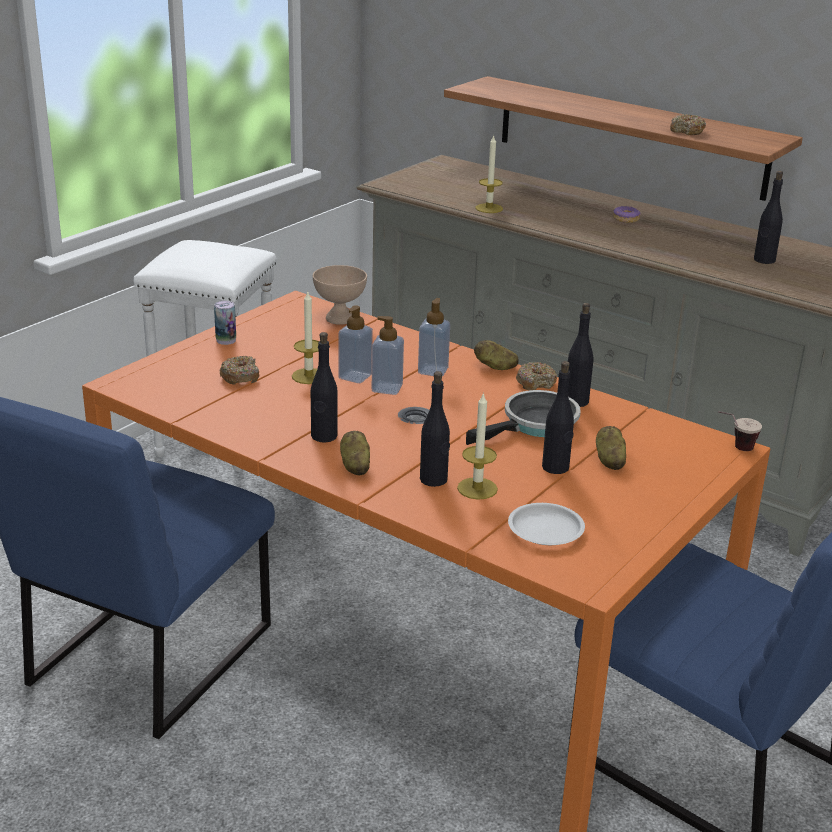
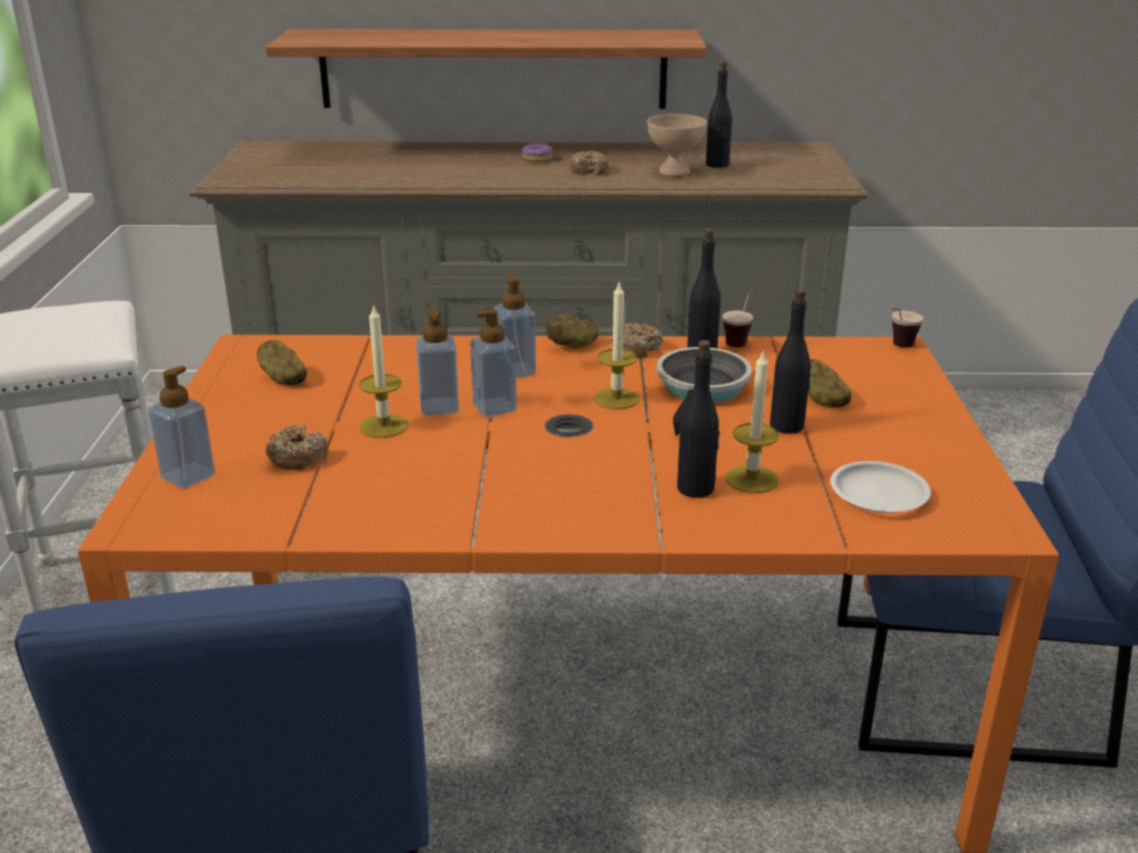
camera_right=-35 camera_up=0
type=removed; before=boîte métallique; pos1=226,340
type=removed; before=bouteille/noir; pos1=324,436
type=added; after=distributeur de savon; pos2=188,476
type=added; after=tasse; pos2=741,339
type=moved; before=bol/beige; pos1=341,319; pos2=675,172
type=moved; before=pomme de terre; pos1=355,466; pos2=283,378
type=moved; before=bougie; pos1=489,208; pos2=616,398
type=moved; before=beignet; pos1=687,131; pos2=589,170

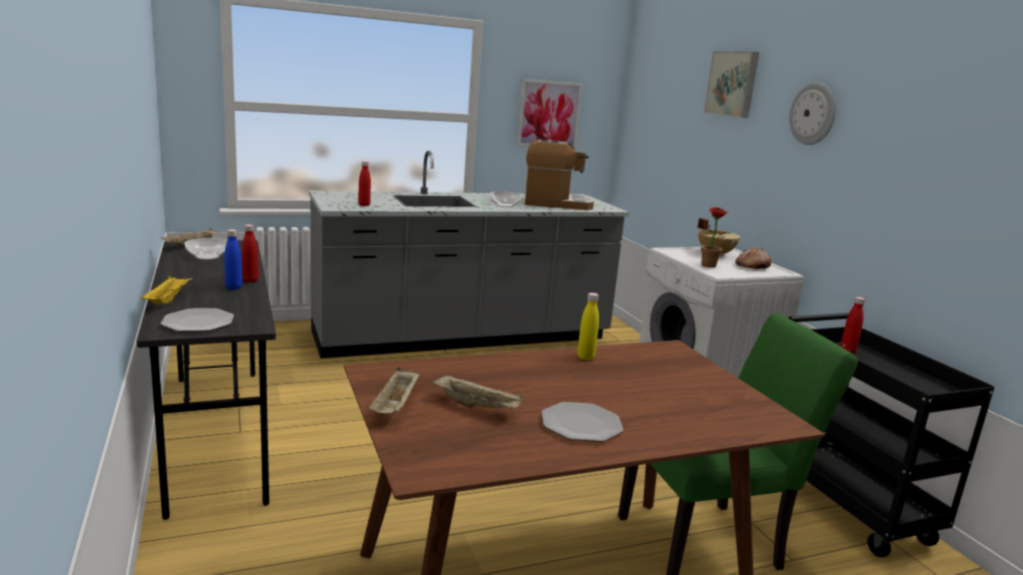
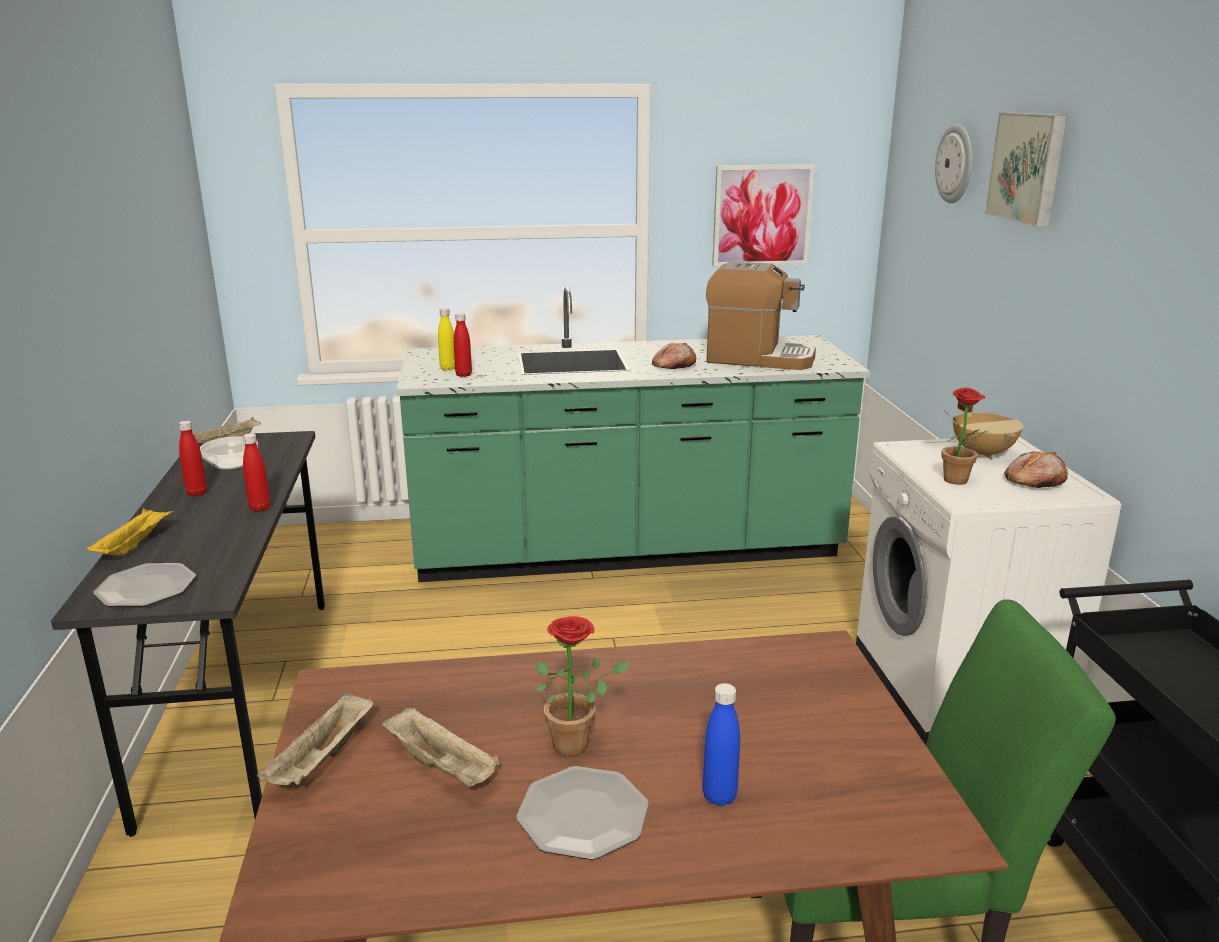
camera_right=15 camera_up=5
type=added; after=plante en pot; pos2=578,743
type=moved; before=bouteille/bleu; pos1=234,287; pos2=719,796
type=moved; before=bouteille/jaune; pos1=585,357; pos2=448,368
type=moved; before=horloge murale; pos1=813,114; pos2=956,163
type=moved; before=bouteille/rouge; pos1=847,352; pos2=197,493
type=replaced; before=bol; after=pain; pos1=504,205; pos2=673,366
type=recoloured; before=comptoir de cuisine/gris; after=comptoir de cuisine/vert; pos1=463,337; pos2=627,550

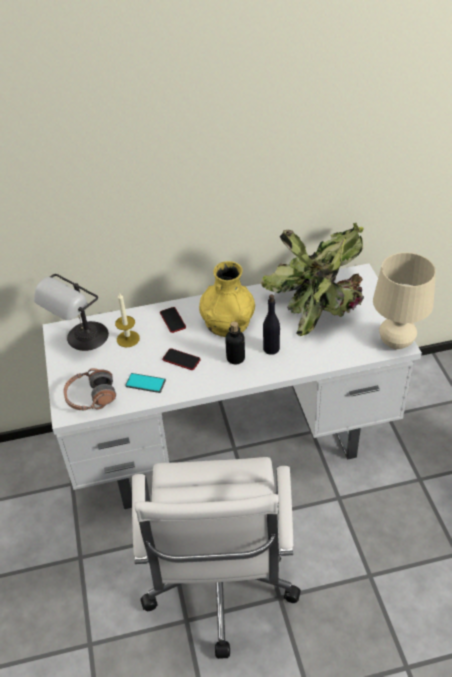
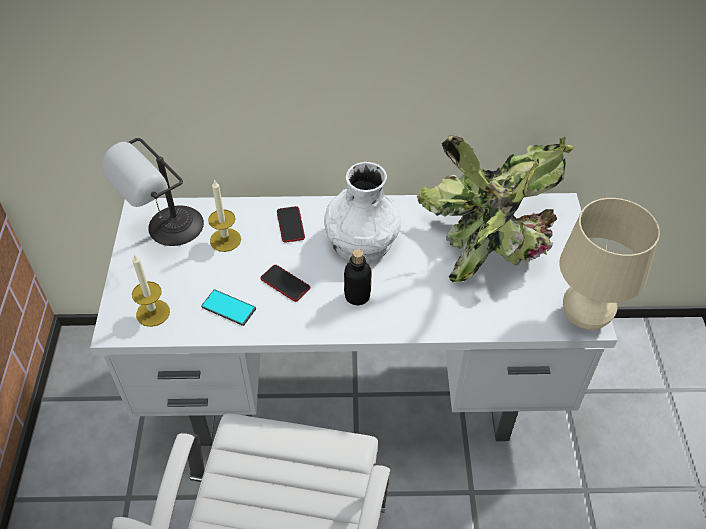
camera_right=10 camera_up=5
type=removed; before=bouteille/noir; pos1=271,348
type=replaced; before=casque audio; after=bougie; pos1=91,397; pos2=153,313
type=recoloured; before=vase/jaune; after=vase/blanc; pos1=227,321; pos2=361,240

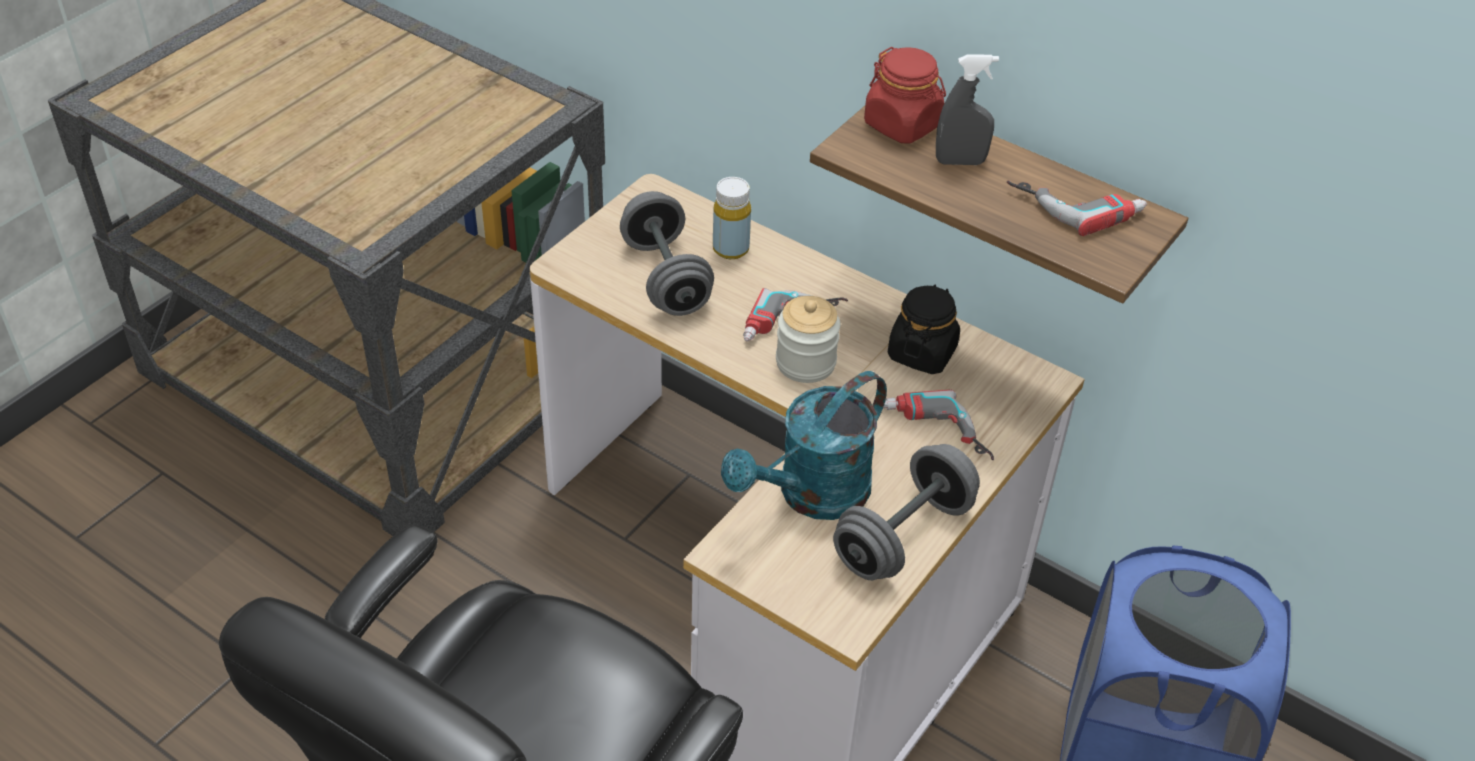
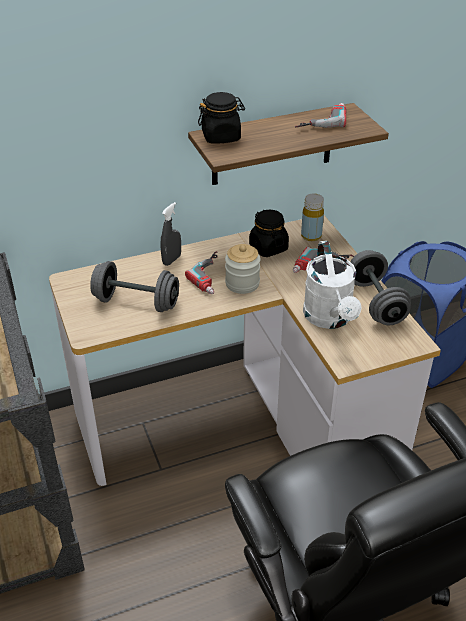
camera_right=-55 camera_up=-5
type=moved; before=bouteille/jaune; pos1=730,249; pos2=311,236
type=moved; before=vaporisateur/gris; pos1=960,161; pos2=172,260
type=recoloured; before=arrosoir/turquoise; after=arrosoir/blanc; pos1=811,495; pos2=330,319
type=recoloured; before=bocal/rouge; after=bocal/noir; pos1=903,125; pos2=221,137

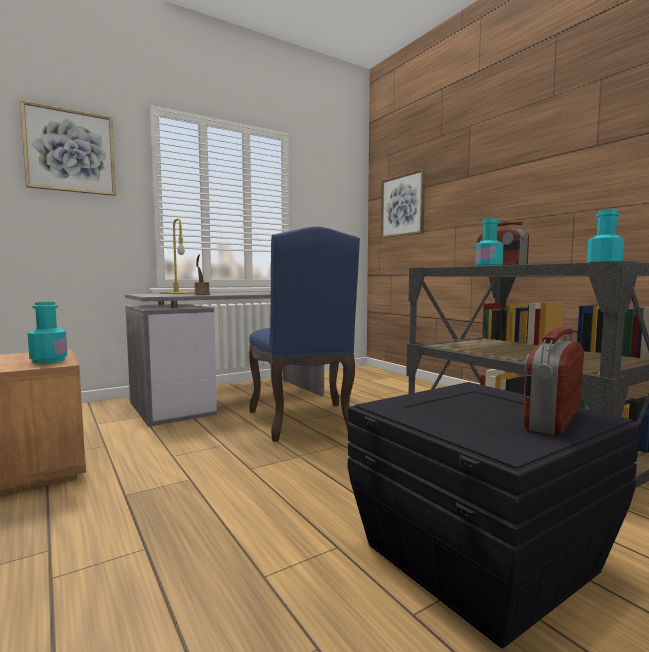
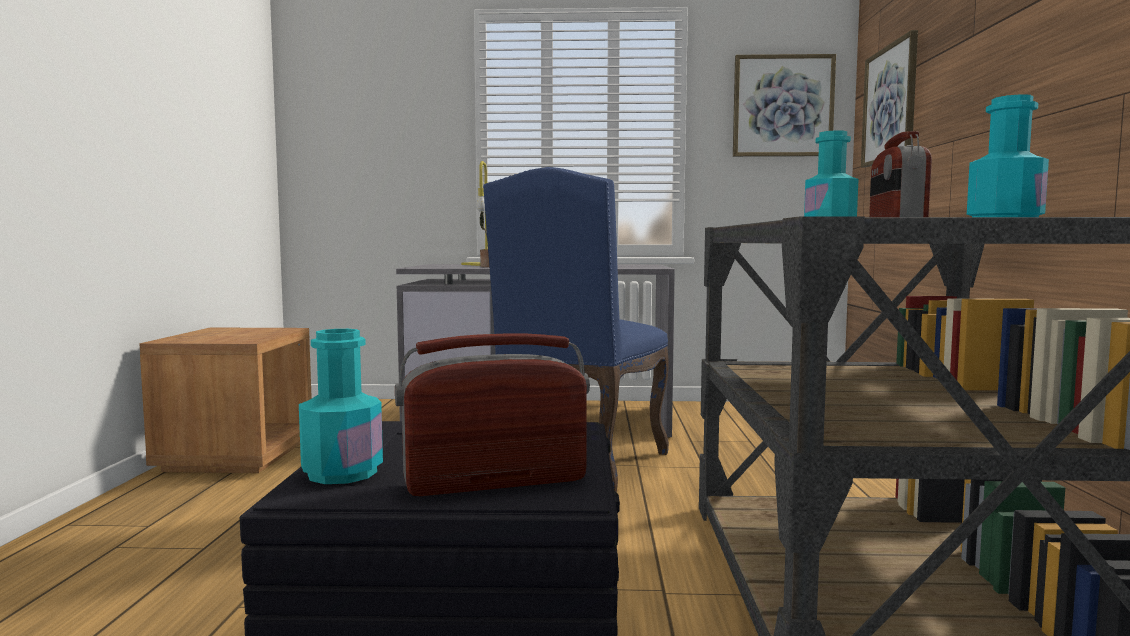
camera_right=35 camera_up=0
type=moved; before=tableau; pos1=70,151; pos2=783,106
type=moved; before=bouteille/turquoise; pos1=49,360; pos2=342,473

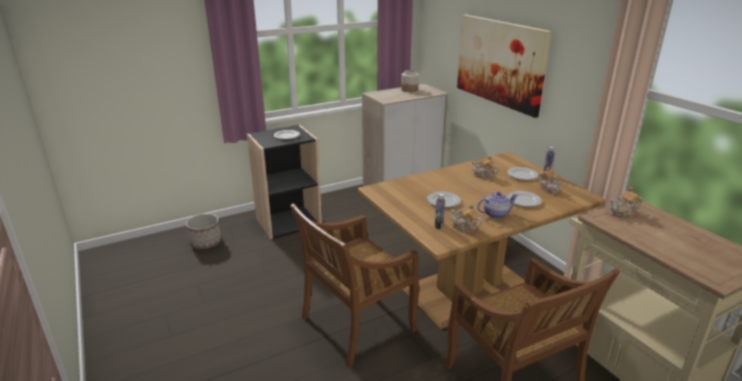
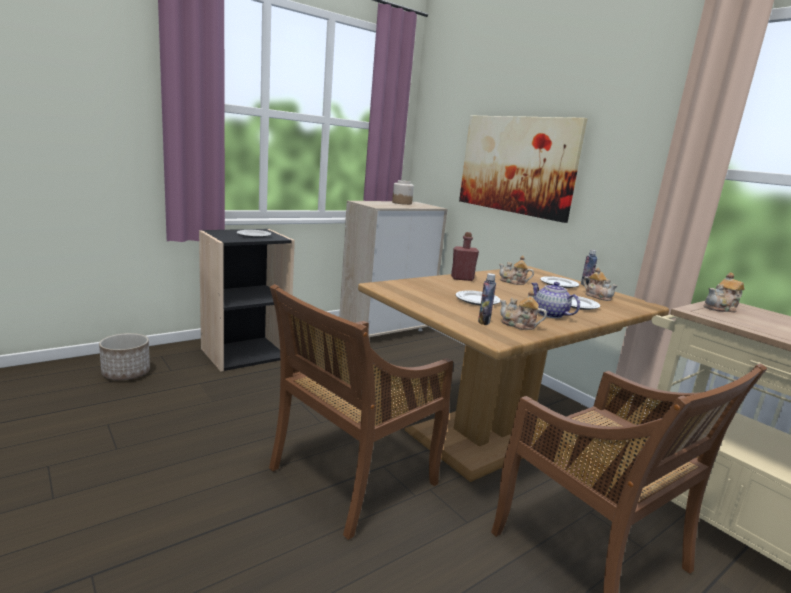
camera_right=-10 camera_up=-10
type=added; after=bouteille/rouge; pos2=462,278
type=turned; before=théière; pos1=495,214; pos2=550,314; turn=-105

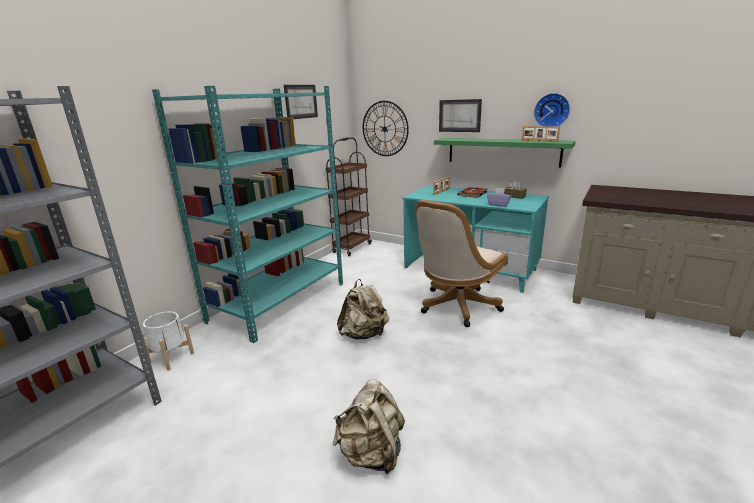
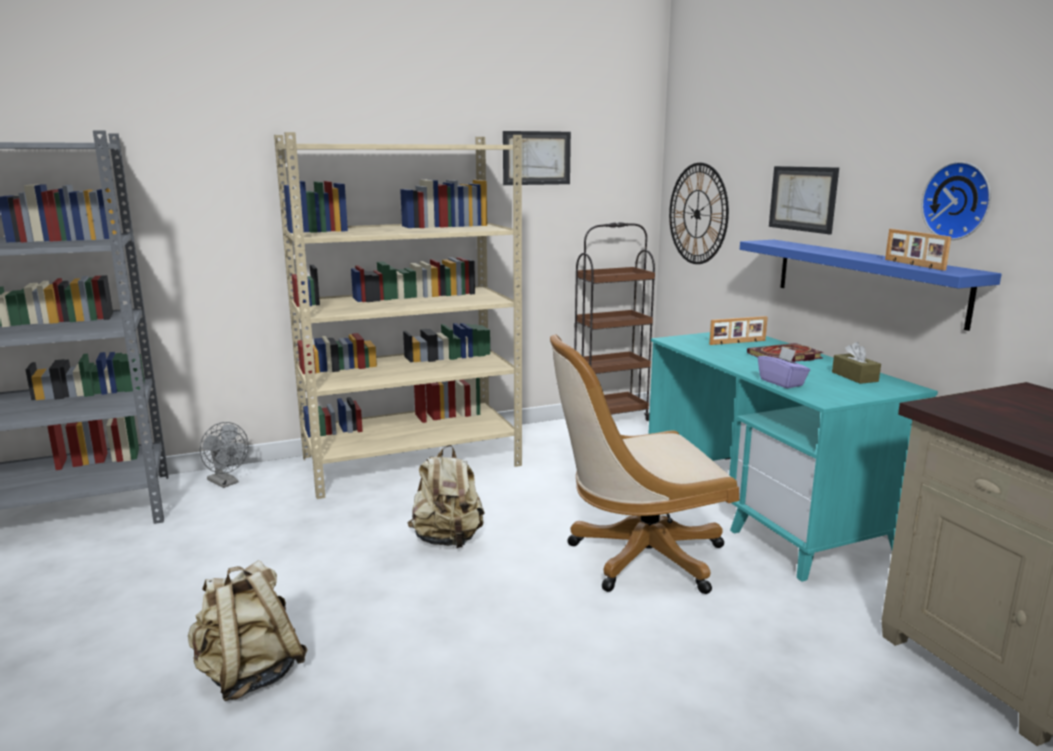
camera_right=35 camera_up=-5
type=replaced; before=cache-pot/blanc; after=ventilateur/gris; pos1=171,358; pos2=226,483
type=recoloured; before=bibliothèque/turquoise; after=bibliothèque/beige; pos1=279,302; pos2=411,461
type=recoloured; before=étagère/vert; after=étagère/bleu; pos1=502,151; pos2=865,280

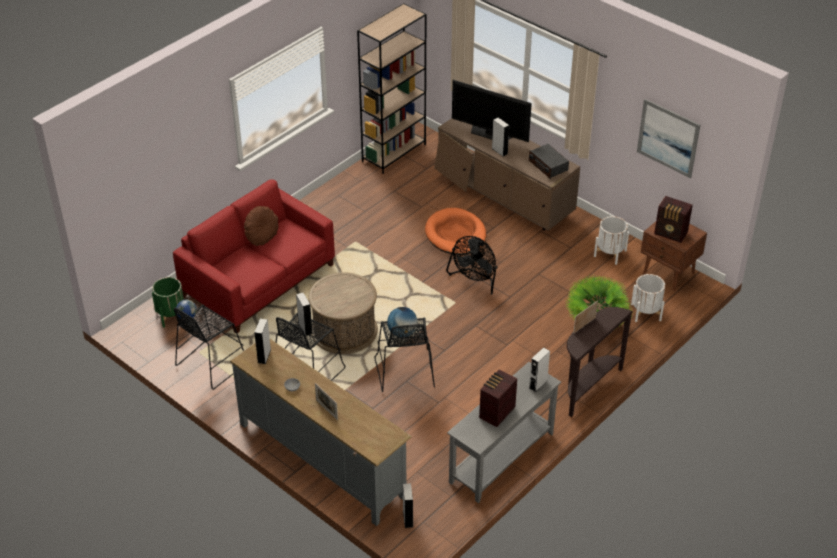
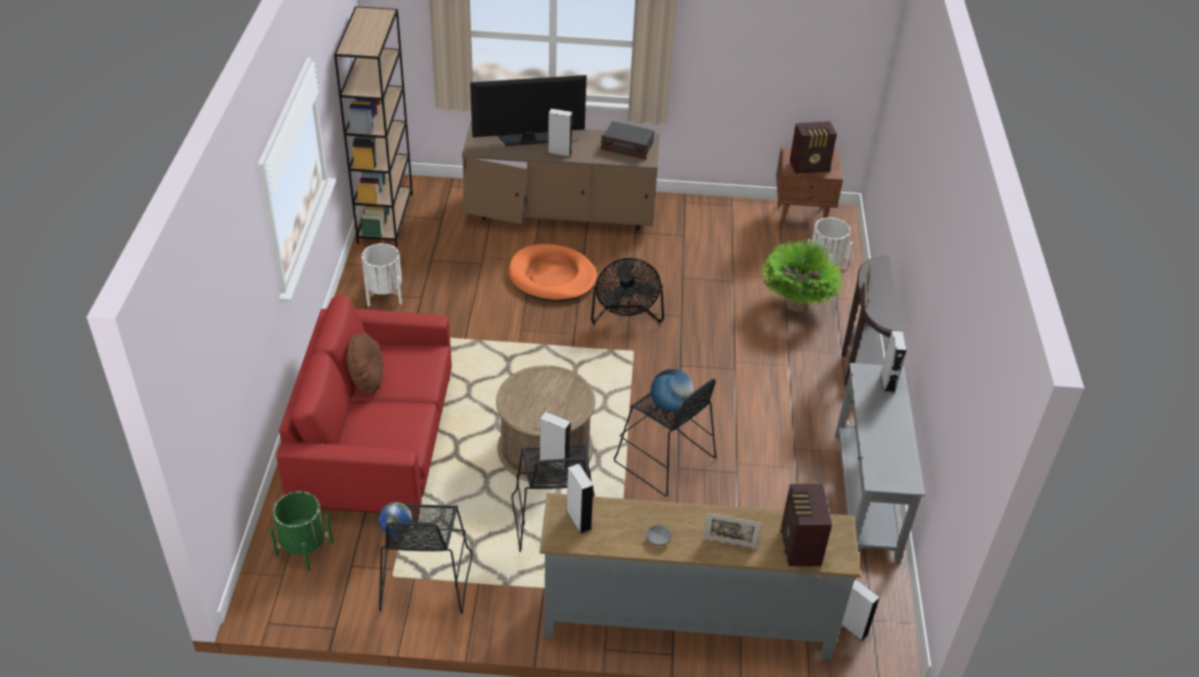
camera_right=-40 camera_up=0
type=removed; before=tableau; pos1=668,138
type=moved; before=radio; pos1=496,413; pos2=799,547
type=moved; before=cache-pot/blanc; pos1=610,253; pos2=384,294

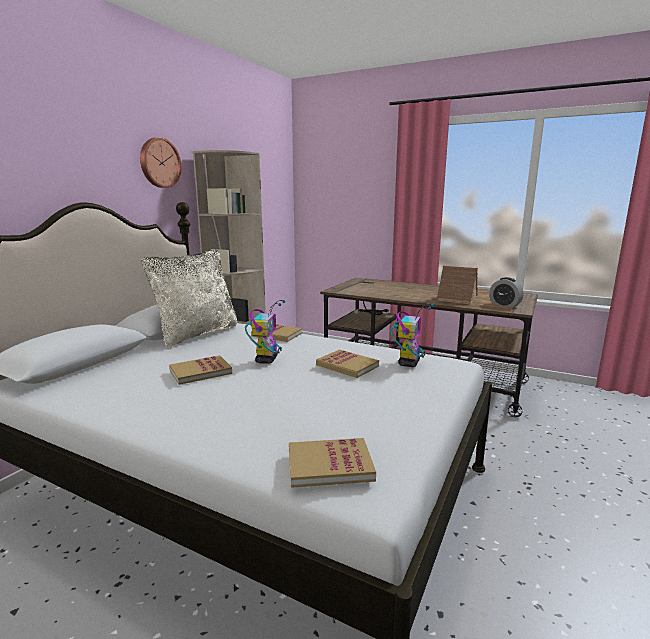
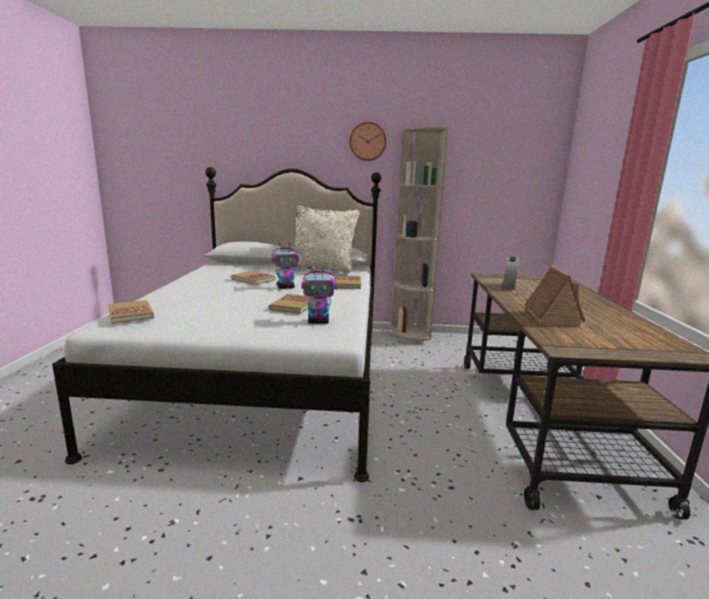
camera_right=65 camera_up=0
type=moved; before=réveil; pos1=504,305; pos2=509,286

